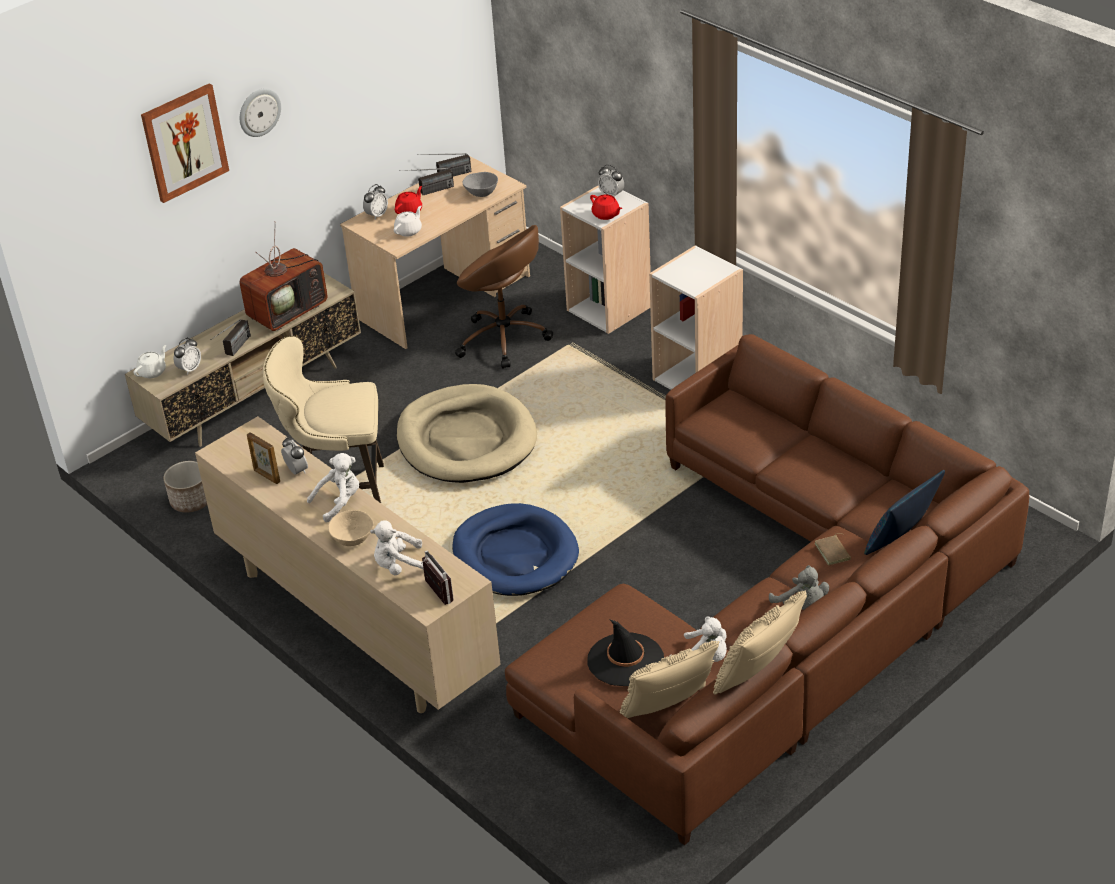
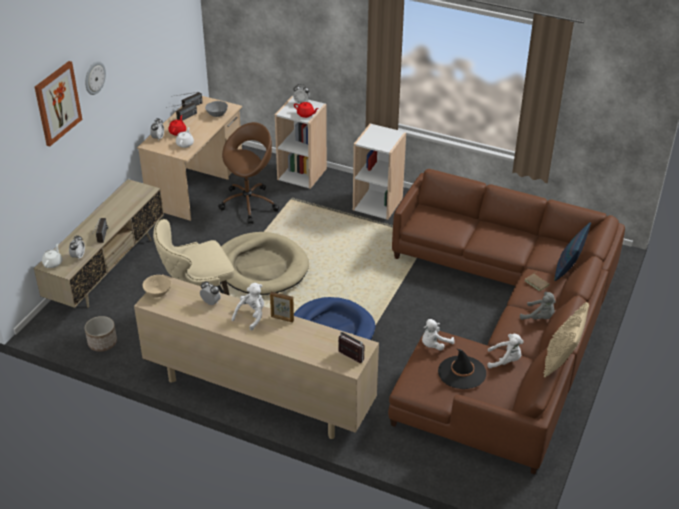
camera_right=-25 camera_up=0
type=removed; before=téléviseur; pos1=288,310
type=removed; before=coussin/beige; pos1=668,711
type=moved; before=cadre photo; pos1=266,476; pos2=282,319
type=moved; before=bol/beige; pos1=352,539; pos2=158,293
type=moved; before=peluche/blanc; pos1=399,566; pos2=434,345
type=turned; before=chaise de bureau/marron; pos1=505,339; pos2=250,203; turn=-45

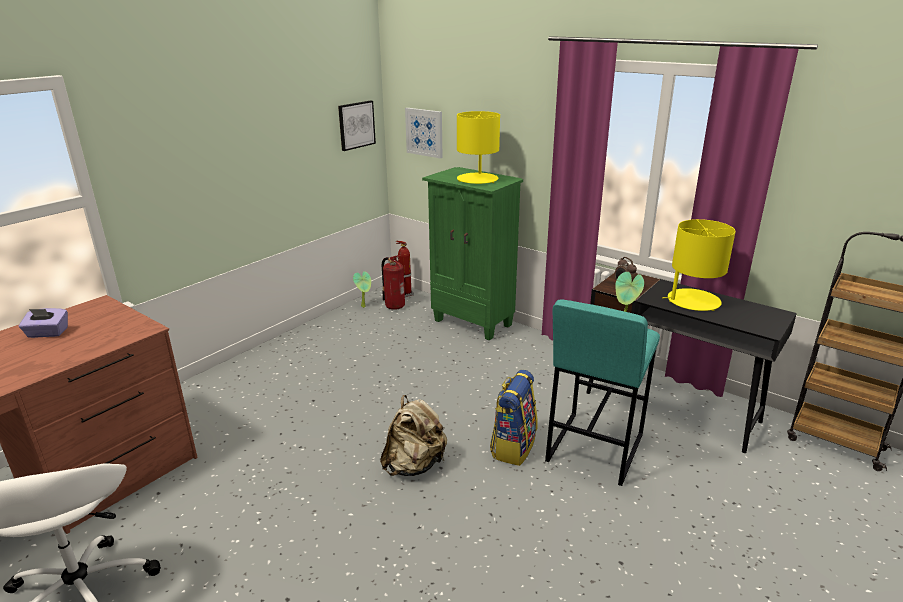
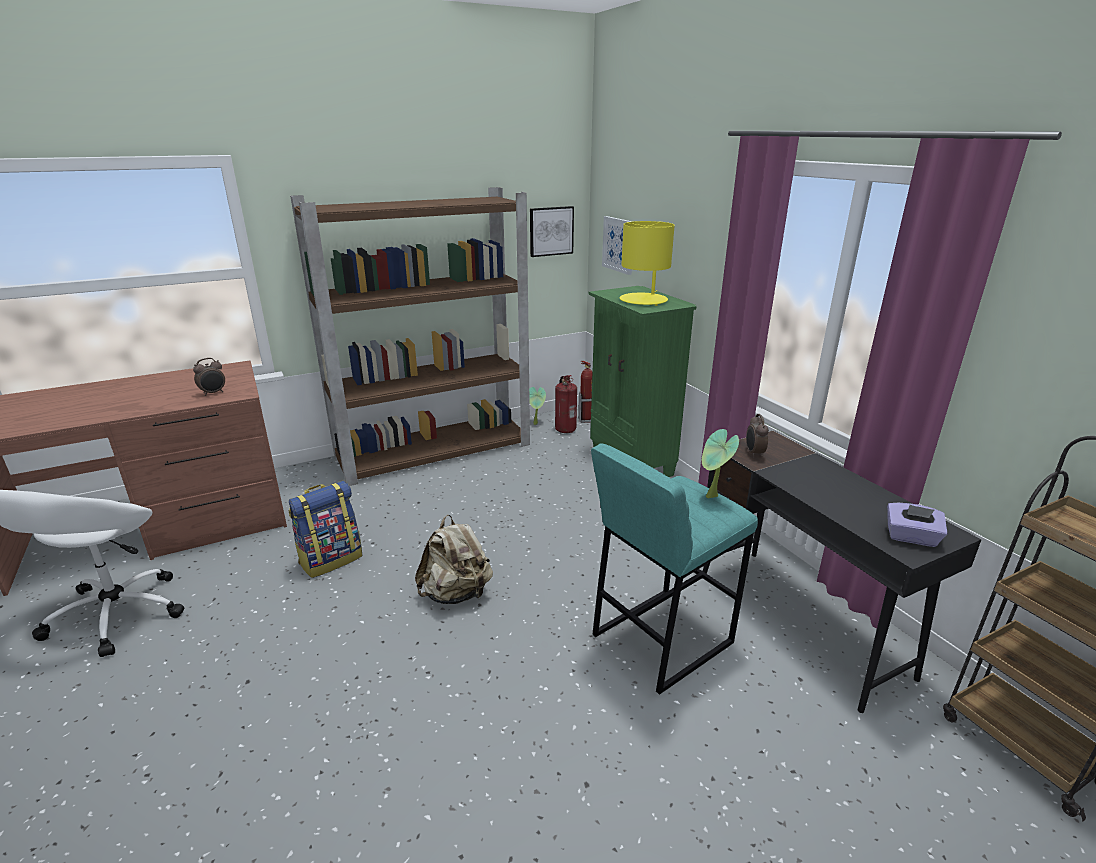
camera_right=25 camera_up=0
type=removed; before=lampe de table/jaune; pos1=692,301
type=added; after=réveil; pos2=213,393
type=added; after=bibliothèque/marron; pos2=434,451
type=moved; before=boîte à mouchoirs/violet; pos1=47,333; pos2=911,537
type=moved; before=sac à dos; pos1=513,446; pos2=331,559

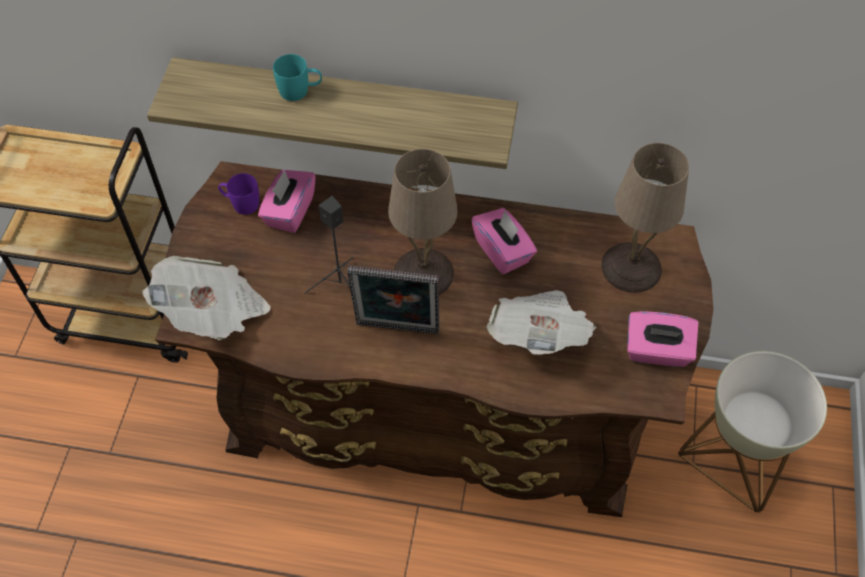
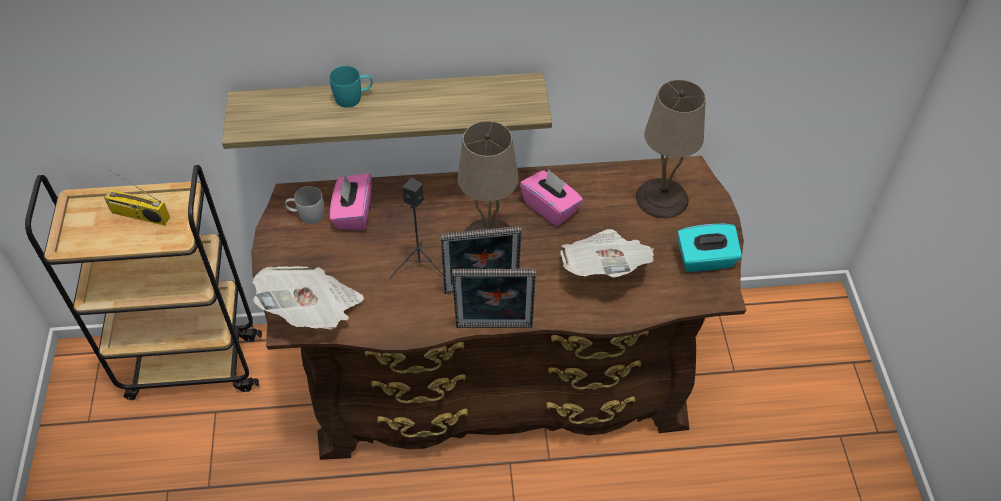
camera_right=-15 camera_up=-5
type=removed; before=cache-pot; pos1=734,462
type=added; after=radio; pos2=139,215
type=added; after=cadre photo; pos2=494,329
type=recoloured; before=mug/violet; after=mug/blanc; pos1=241,203; pos2=306,215
type=recoloured; before=boîte à mouchoirs/rose; after=boîte à mouchoirs/turquoise; pos1=657,351; pos2=705,260

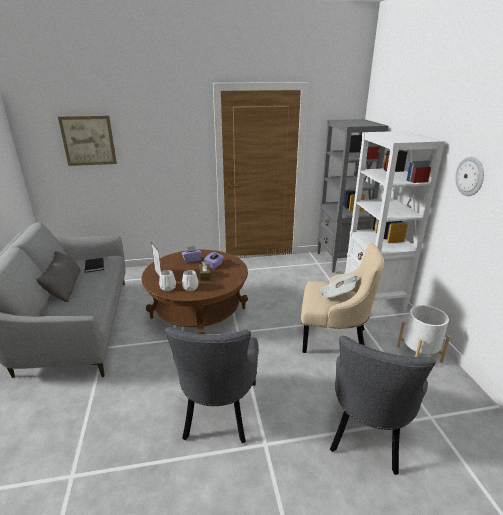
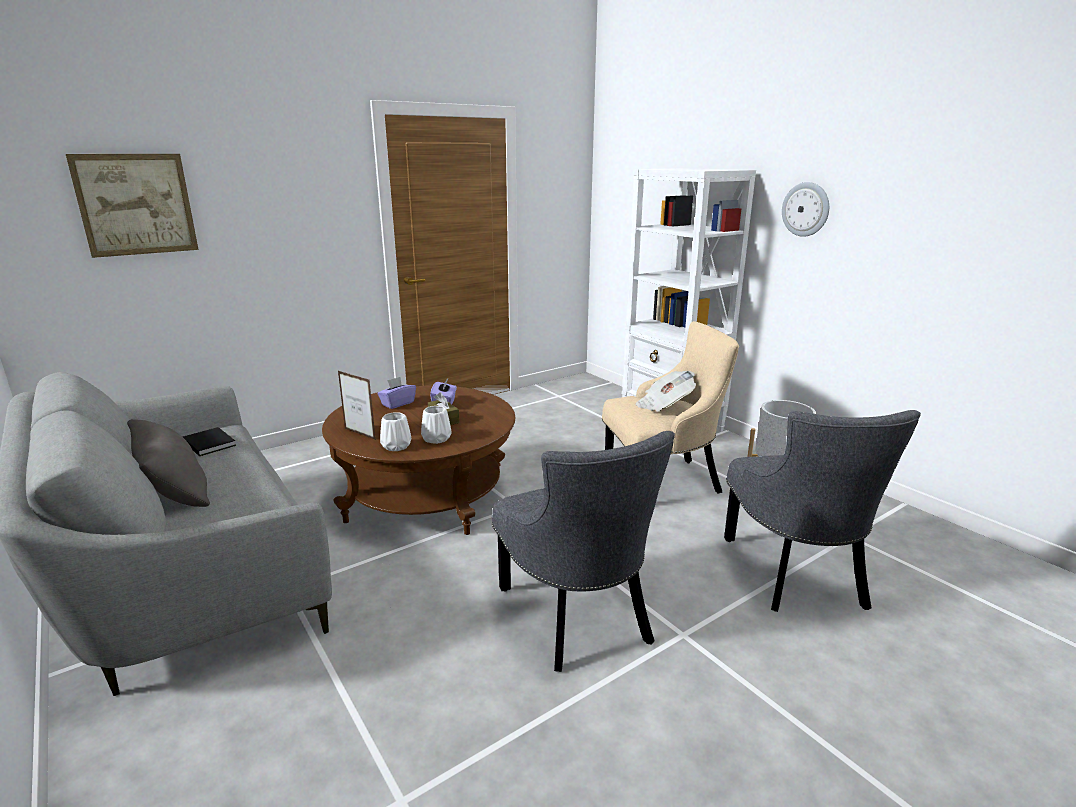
camera_right=-25 camera_up=-5
type=removed; before=bibliothèque/gris; pos1=340,261

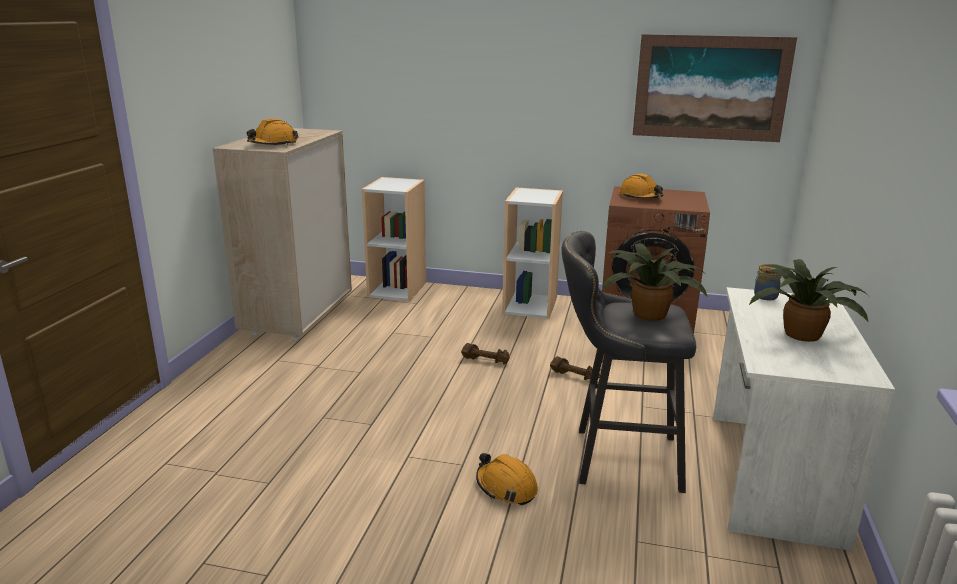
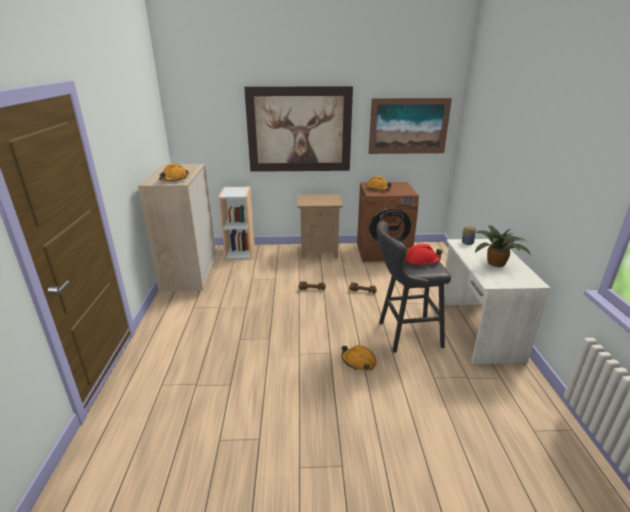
camera_right=-15 camera_up=5
type=added; after=tableau; pos2=299,130
type=replaced; before=bibliothèque; after=table de chevet/beige; pos1=530,305; pos2=319,252
type=replaced; before=plante en pot; after=casque de chantier/rouge; pos1=650,313; pos2=421,261

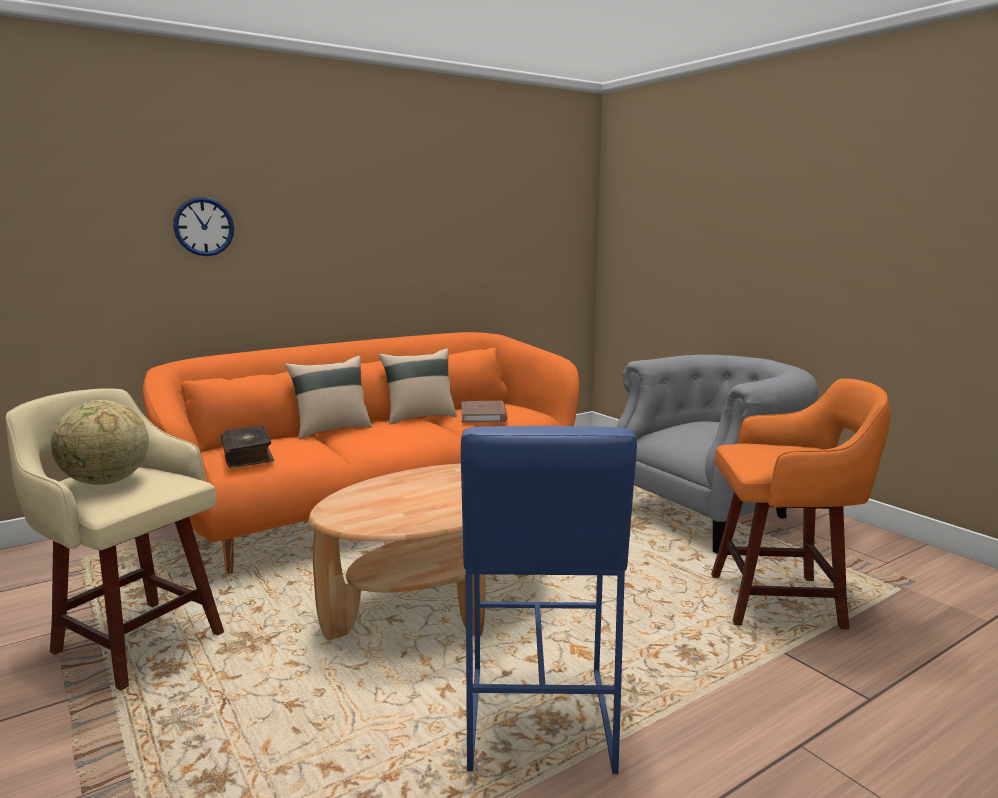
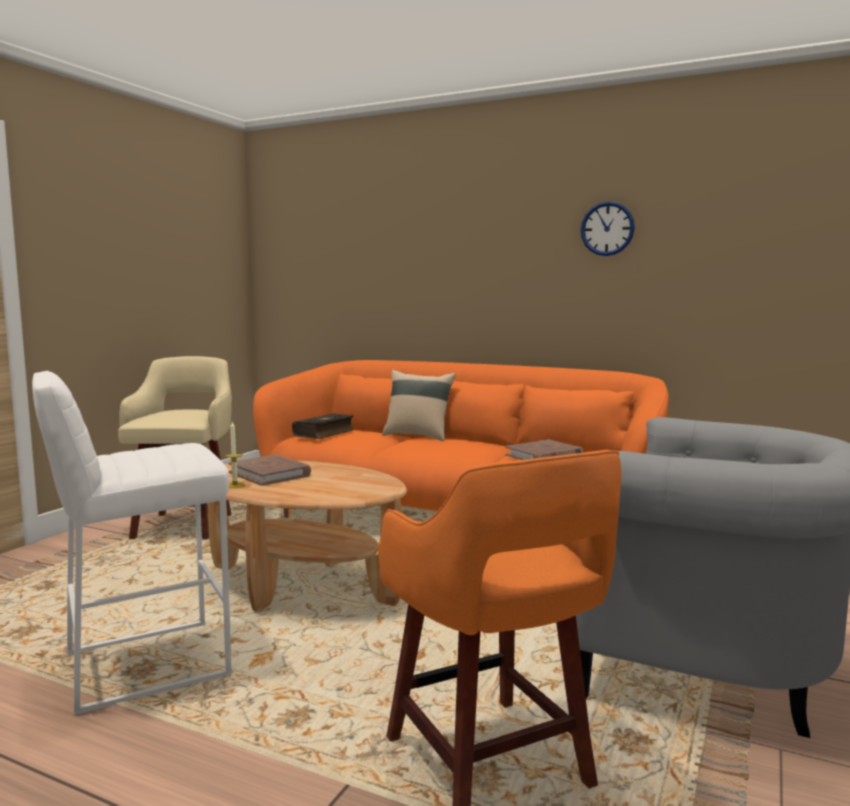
camera_right=60 camera_up=-5
type=removed; before=globe; pos1=106,482
type=removed; before=coussin/beige; pos1=419,417
type=added; after=bougie; pos2=235,485
type=added; after=livre/marron; pos2=270,474
type=moved; before=horloge murale; pos1=204,227; pos2=607,228
type=recoloured; before=tabouret/bleu; after=tabouret/blanc; pos1=539,719; pos2=143,664

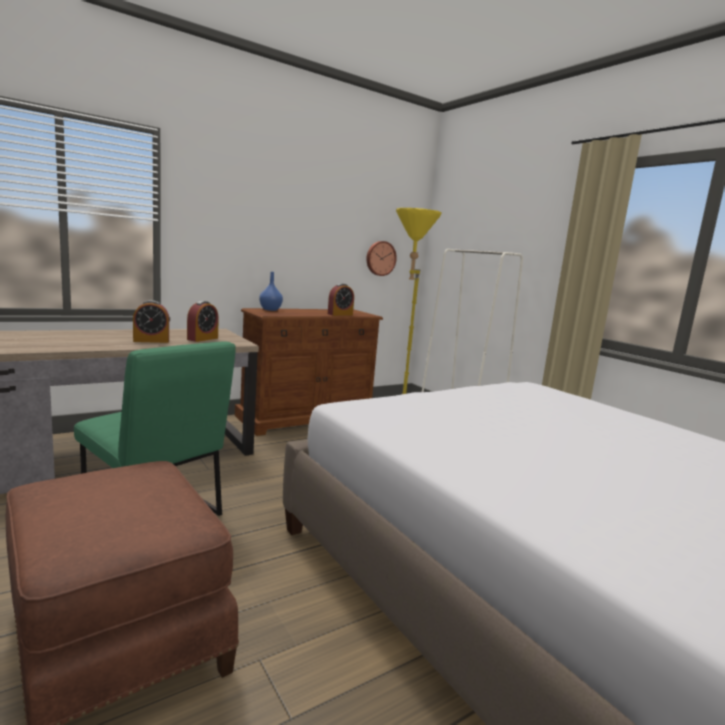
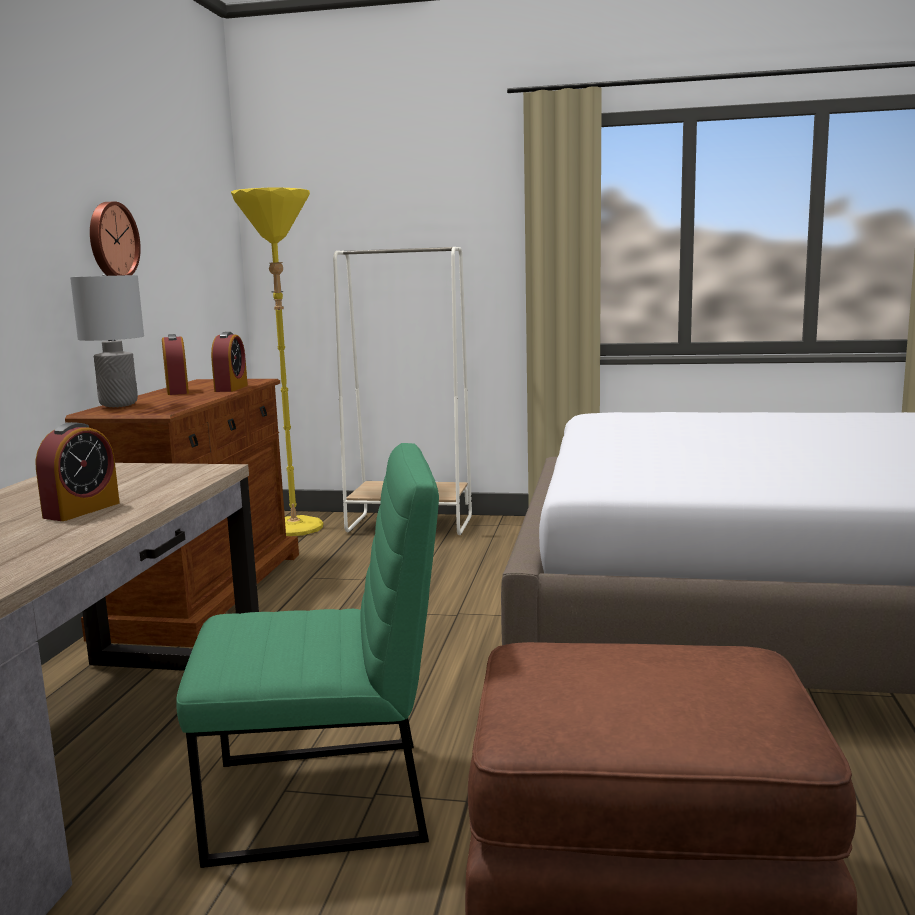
camera_right=-45 camera_up=0
type=moved; before=réveil; pos1=202,339; pos2=177,391
type=moved; before=horloge murale; pos1=380,258; pos2=111,240
type=replaced; before=vase/bleu; after=lampe de table/gris; pos1=270,309; pos2=119,406

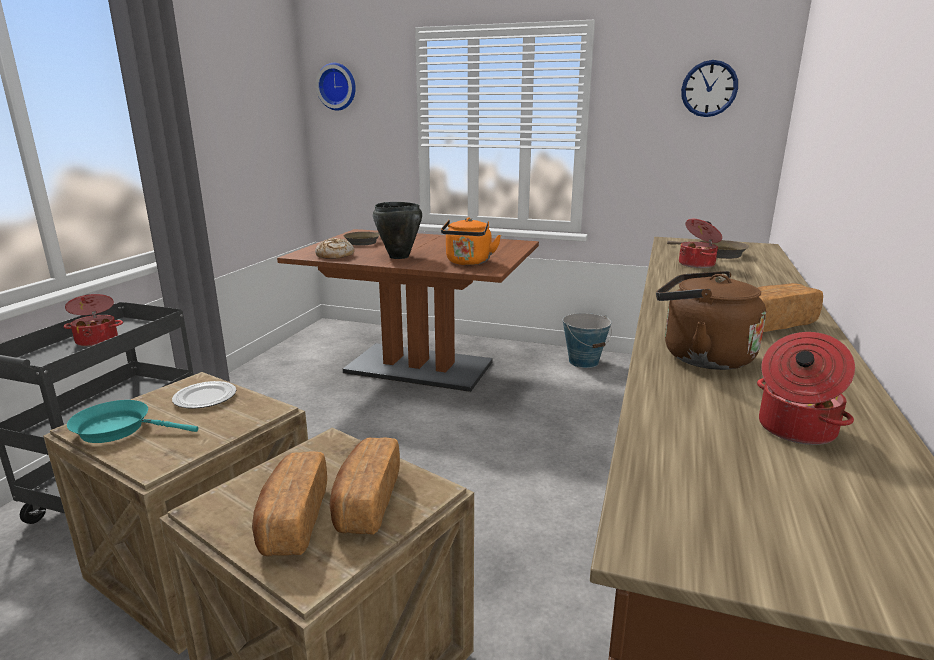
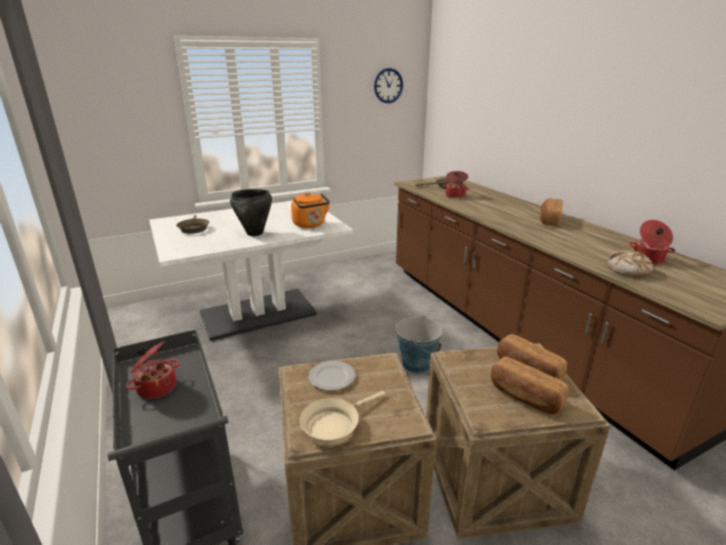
camera_right=-45 camera_up=5
type=removed; before=horloge murale; pos1=337,87
type=removed; before=bouilloire/marron; pos1=700,357
type=moved; before=pain; pos1=335,256; pos2=628,270
type=moved; before=seau; pos1=584,362; pos2=416,364
type=recoloured; before=poêle/turquoise; after=poêle/beige; pos1=119,429; pos2=334,424
type=recoloured; before=table à manger/marron; after=table à manger/blanc; pos1=419,367; pos2=258,313

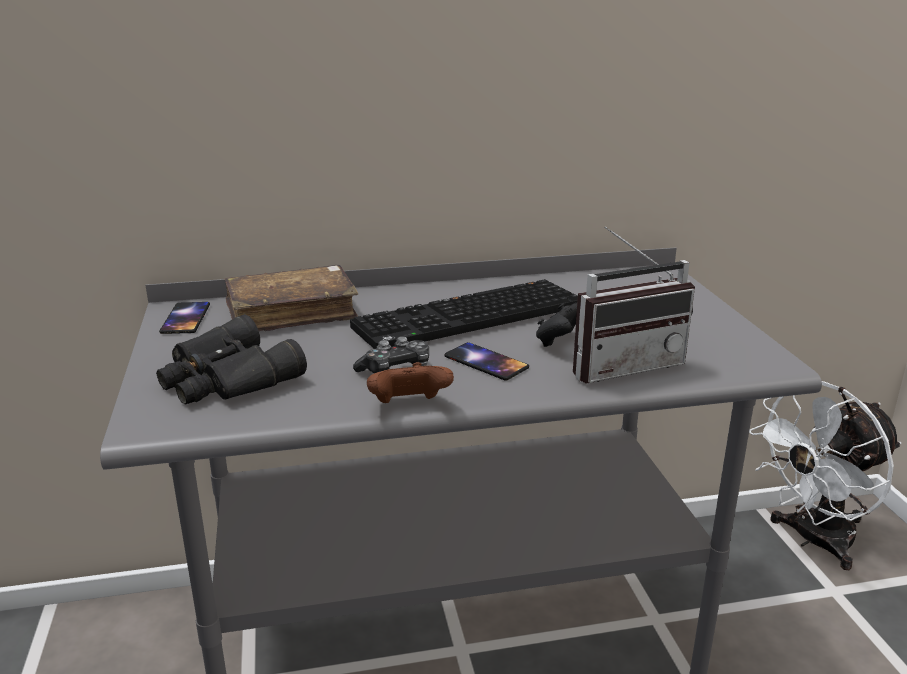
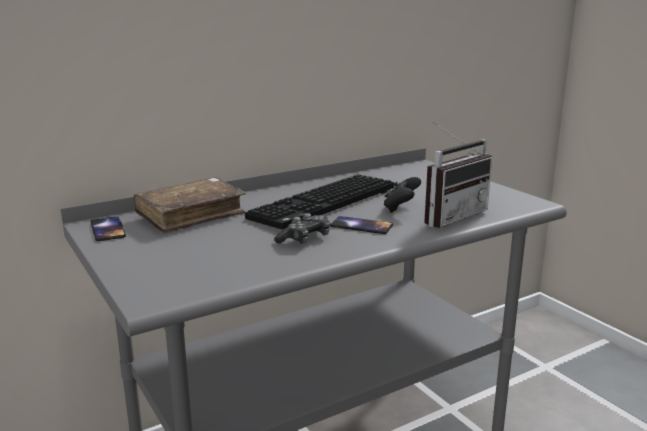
camera_right=-20 camera_up=-5
type=removed; before=jumelles/noir; pos1=226,379
type=removed; before=manette/marron; pos1=409,406
type=removed; before=ventilateur/blanc; pos1=813,541

